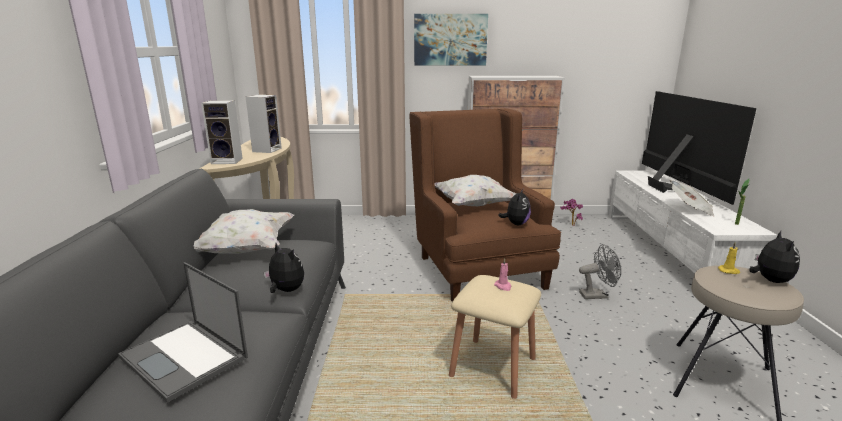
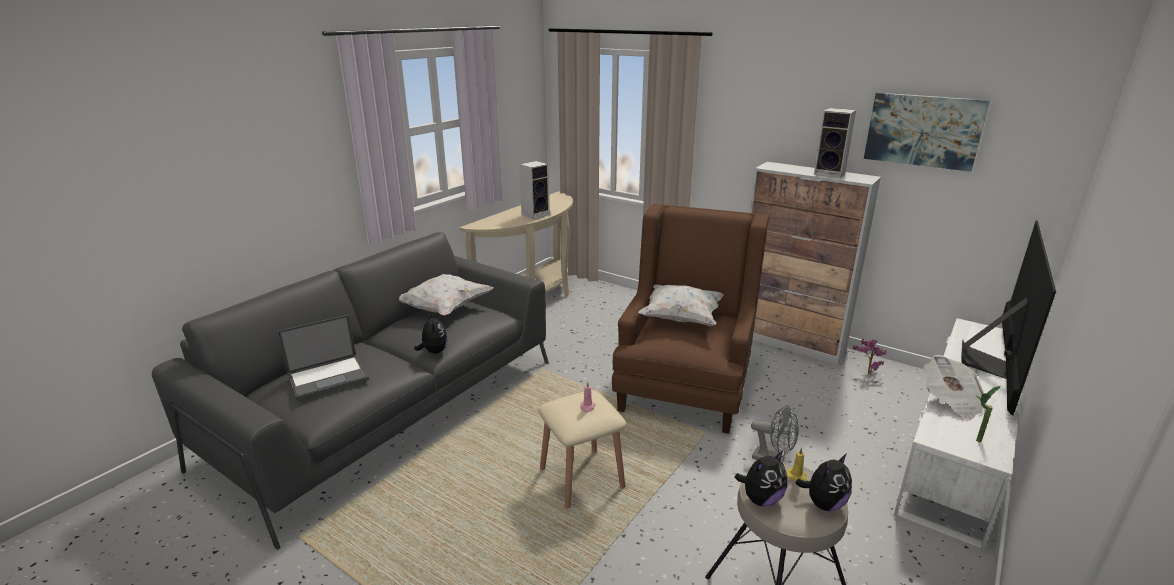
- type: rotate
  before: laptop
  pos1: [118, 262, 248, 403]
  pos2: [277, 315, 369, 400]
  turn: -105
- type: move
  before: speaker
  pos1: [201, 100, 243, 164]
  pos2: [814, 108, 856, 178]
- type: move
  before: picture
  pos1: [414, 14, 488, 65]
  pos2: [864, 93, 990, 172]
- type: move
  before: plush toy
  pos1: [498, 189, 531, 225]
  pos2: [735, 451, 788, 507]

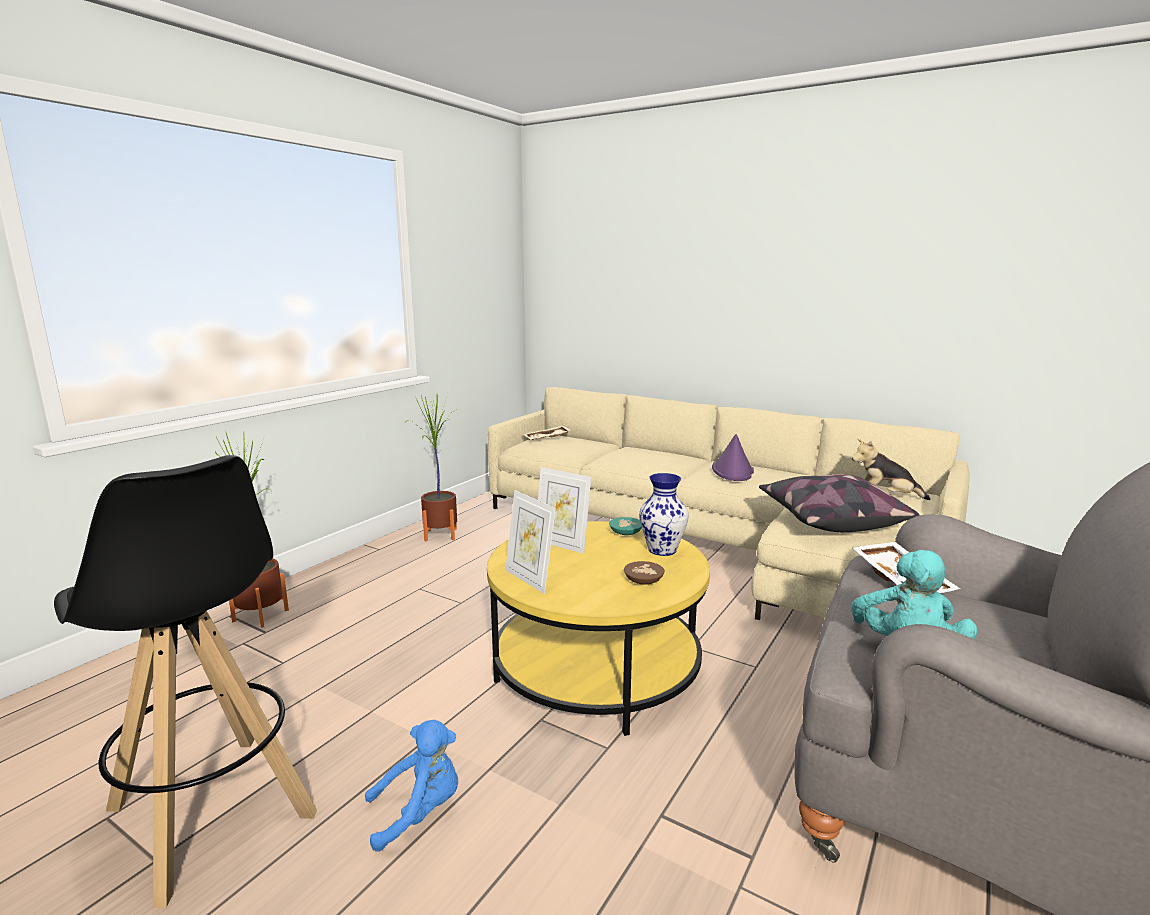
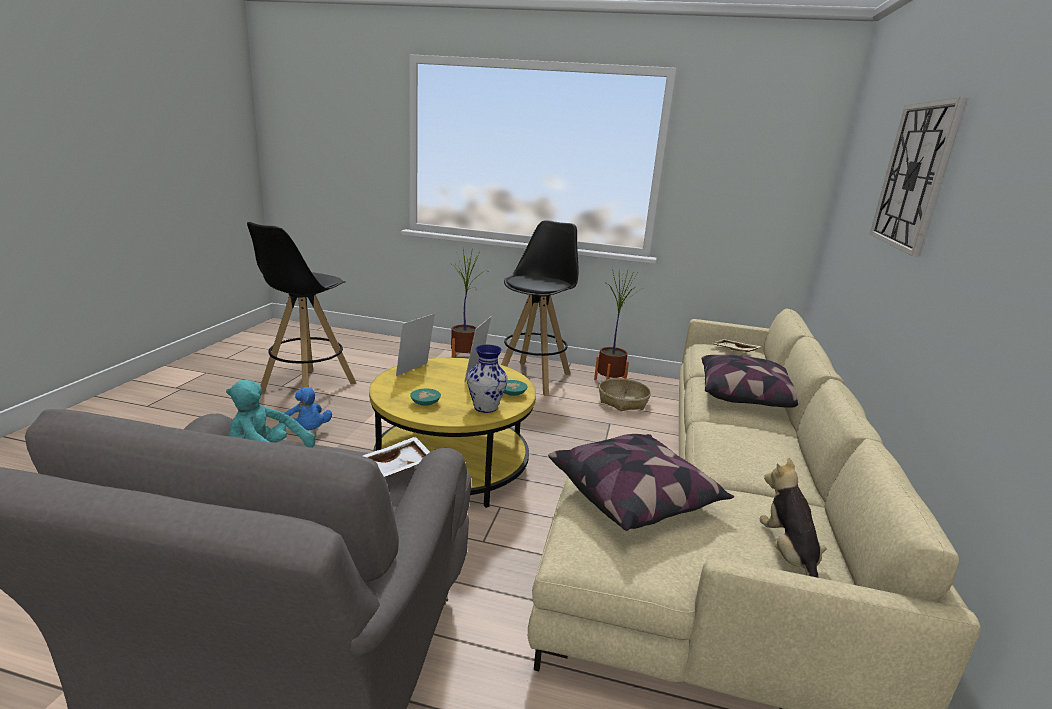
- type: recolor
  before: brown bowl
  after: turquoise bowl
  pos1: [624, 561, 665, 585]
  pos2: [410, 389, 441, 406]
- type: delete
  before: purple hat
  pos1: [712, 434, 754, 481]
- type: insert
  after: black stool
  pos2: [501, 220, 579, 396]
- type: insert
  after: basket
  pos2: [599, 378, 651, 411]
- type: insert
  after: pillow
  pos2: [702, 355, 798, 408]
- type: insert
  after: wall clock
  pos2: [869, 97, 967, 257]

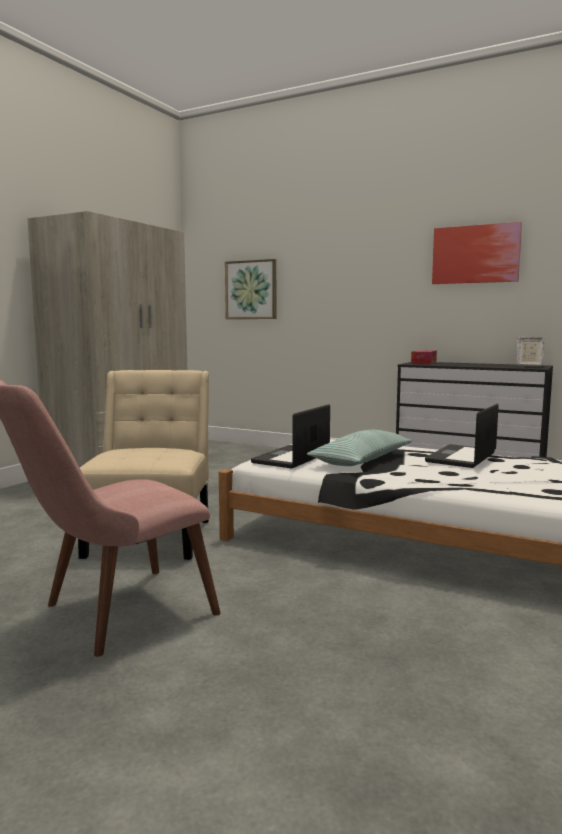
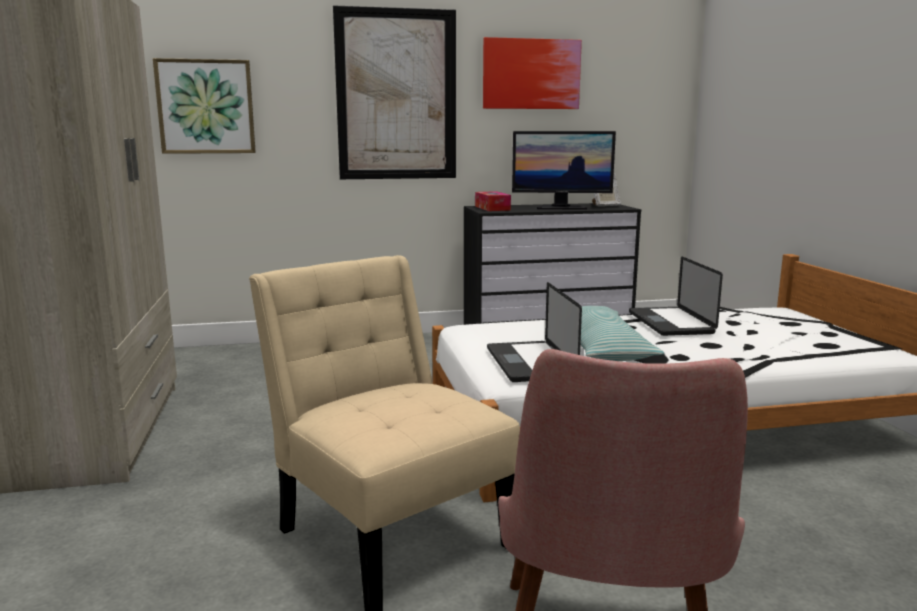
- type: insert
  after: picture
  pos2: [333, 5, 456, 179]
- type: insert
  after: monitor
  pos2: [512, 131, 616, 210]

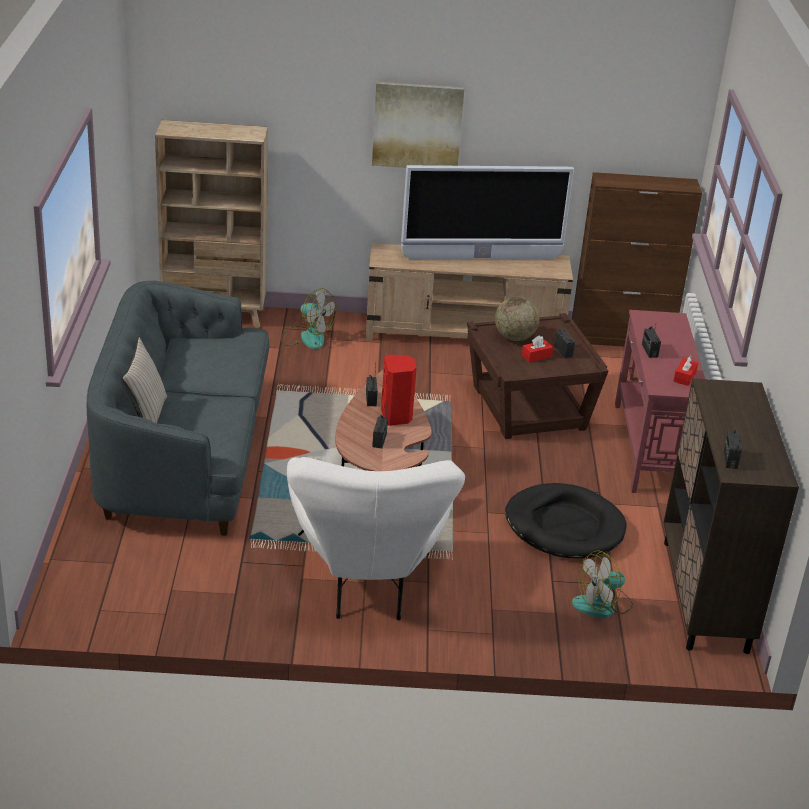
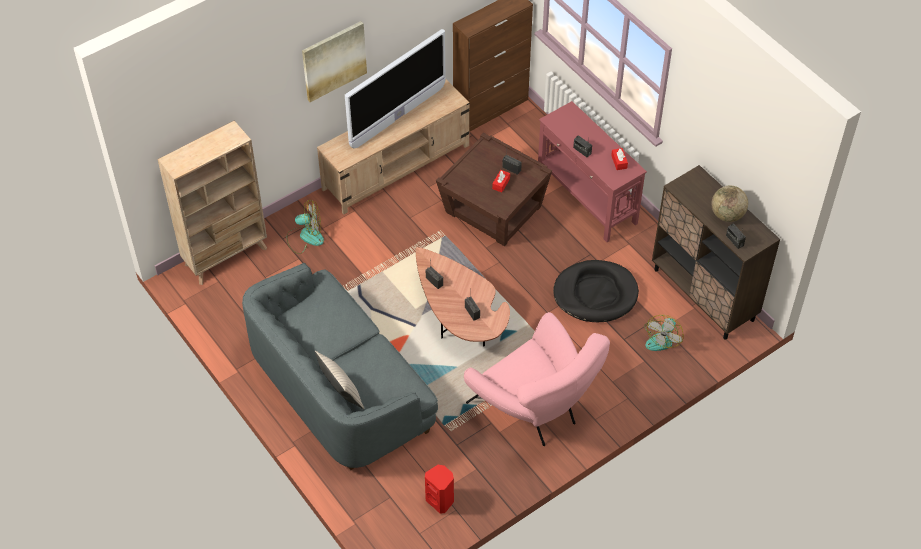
- type: recolor
  before: white armchair
  after: pink armchair
  pos1: [287, 457, 465, 621]
  pos2: [464, 312, 610, 446]
- type: move
  before: red speaker
  pos1: [381, 355, 416, 426]
  pos2: [425, 465, 454, 514]
- type: move
  before: globe
  pos1: [495, 296, 539, 341]
  pos2: [712, 186, 748, 222]

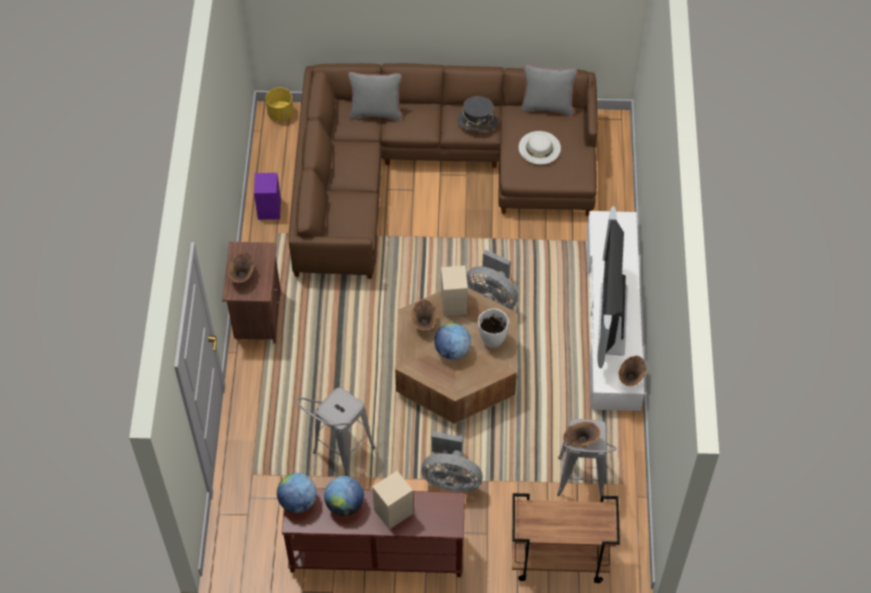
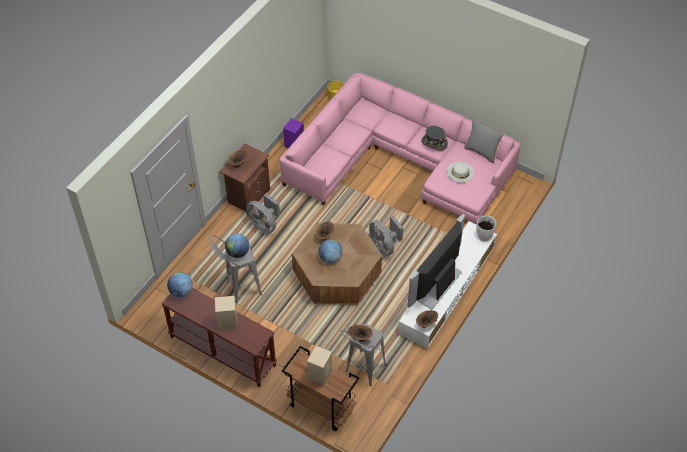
- type: recolor
  before: brown sofa
  after: pink sofa
  pos1: [288, 63, 598, 279]
  pos2: [280, 73, 521, 224]
- type: move
  before: globe
  pos1: [324, 476, 364, 516]
  pos2: [225, 234, 249, 258]
- type: delete
  before: grey pillow
  pos1: [348, 72, 402, 121]
- type: move
  before: grey fan
  pos1: [421, 432, 483, 492]
  pos2: [246, 194, 280, 234]
- type: move
  before: beige speaker
  pos1: [441, 265, 468, 316]
  pos2: [307, 346, 332, 386]
- type: move
  before: white vase
  pos1: [478, 308, 509, 348]
  pos2: [477, 216, 496, 241]

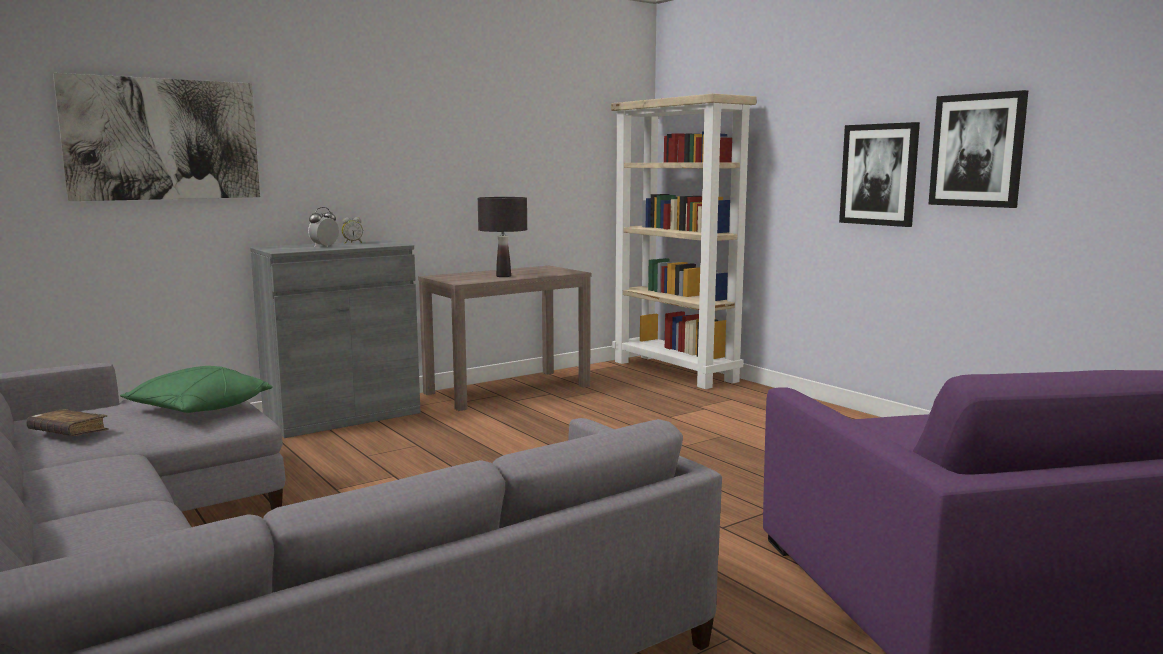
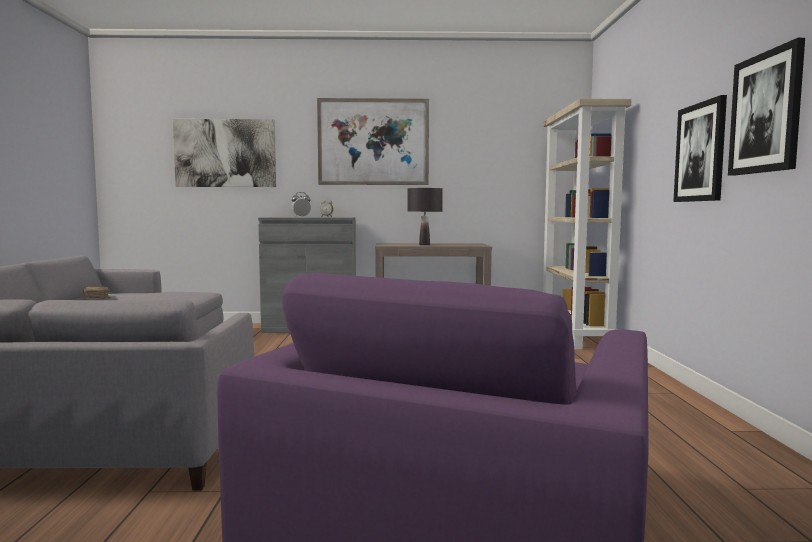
- type: delete
  before: green pillow
  pos1: [120, 366, 273, 413]
- type: insert
  after: picture
  pos2: [317, 98, 429, 185]

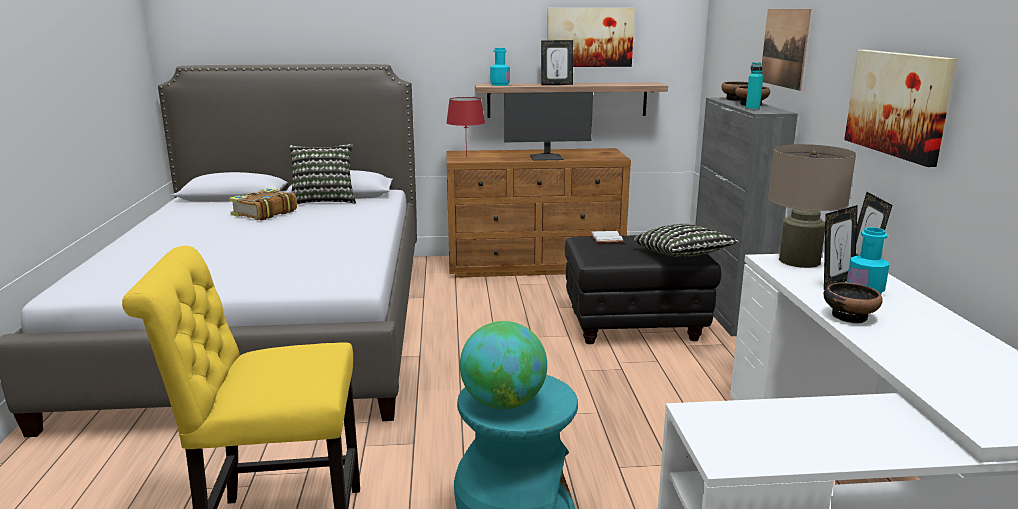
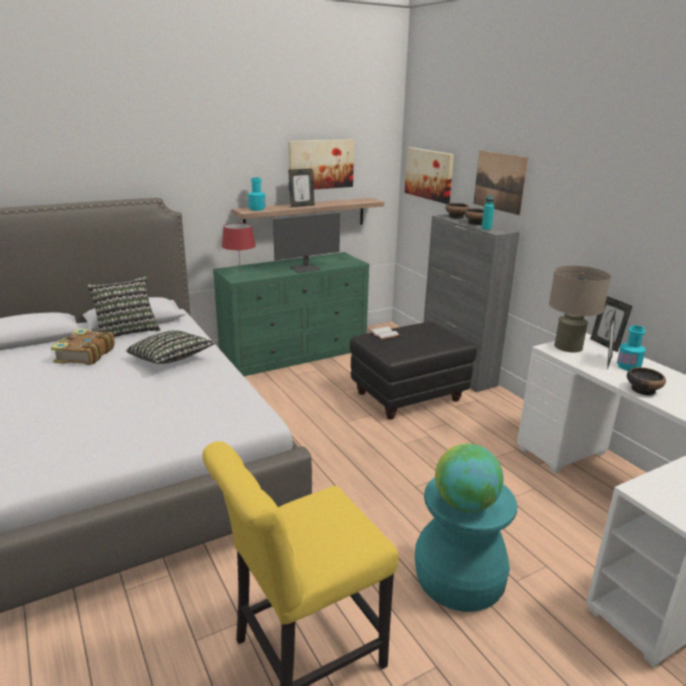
- type: recolor
  before: brown dresser
  after: green dresser
  pos1: [446, 148, 631, 278]
  pos2: [213, 252, 369, 376]
- type: move
  before: pillow
  pos1: [634, 224, 739, 257]
  pos2: [126, 330, 215, 364]
- type: move
  before: picture
  pos1: [844, 50, 957, 167]
  pos2: [405, 147, 454, 204]

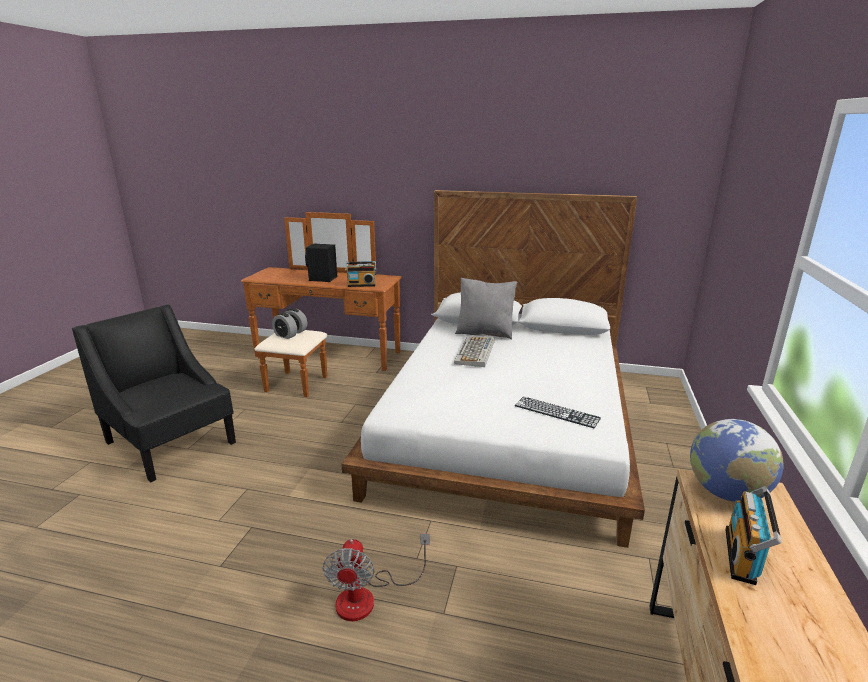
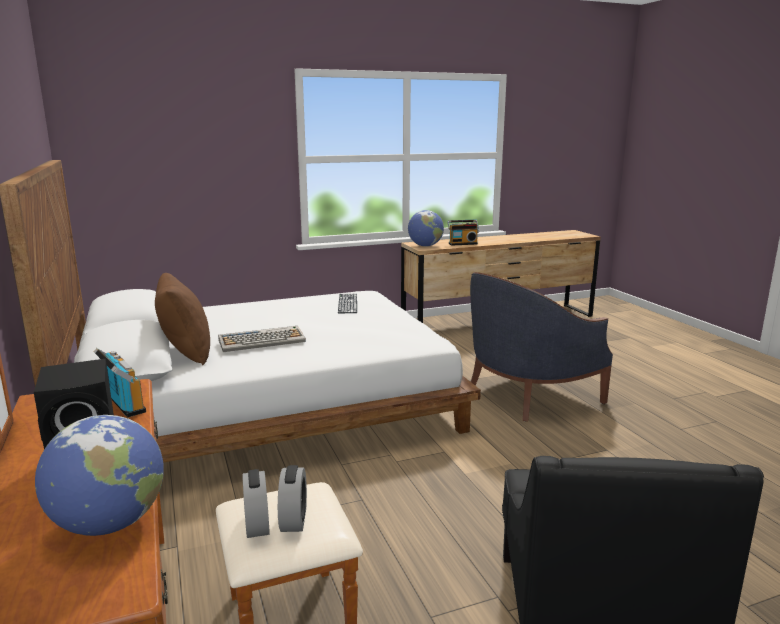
- type: replace
  before: fan
  after: blue armchair
  pos1: [322, 534, 430, 621]
  pos2: [470, 272, 613, 422]
- type: recolor
  before: grey pillow
  after: brown pillow
  pos1: [455, 278, 517, 340]
  pos2: [155, 273, 210, 365]
- type: insert
  after: globe
  pos2: [35, 415, 164, 536]

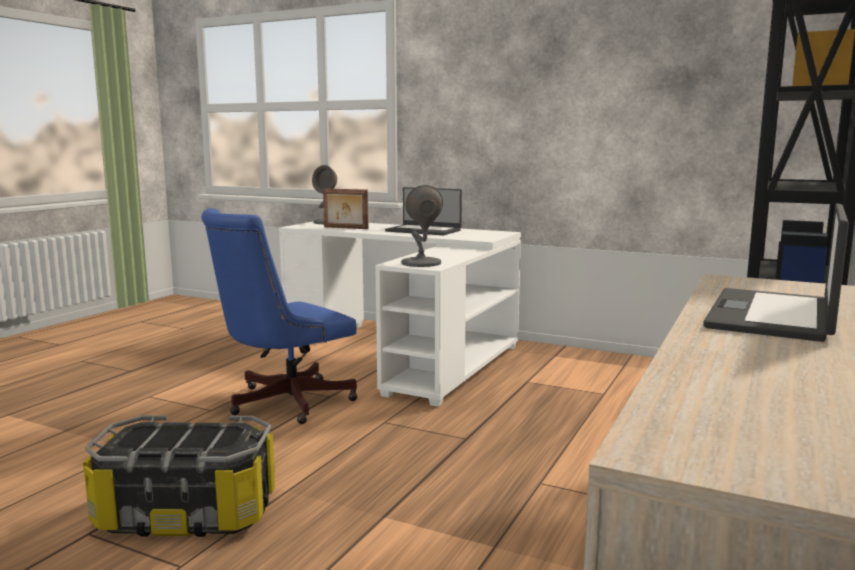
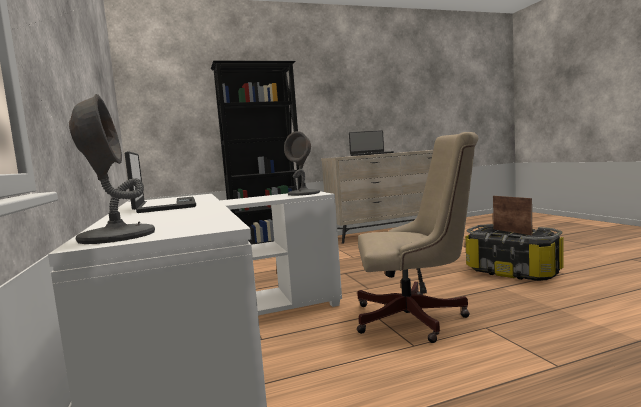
- type: recolor
  before: blue office chair
  after: beige office chair
  pos1: [201, 208, 358, 424]
  pos2: [357, 132, 478, 343]
- type: move
  before: picture frame
  pos1: [323, 188, 368, 229]
  pos2: [493, 196, 532, 235]

